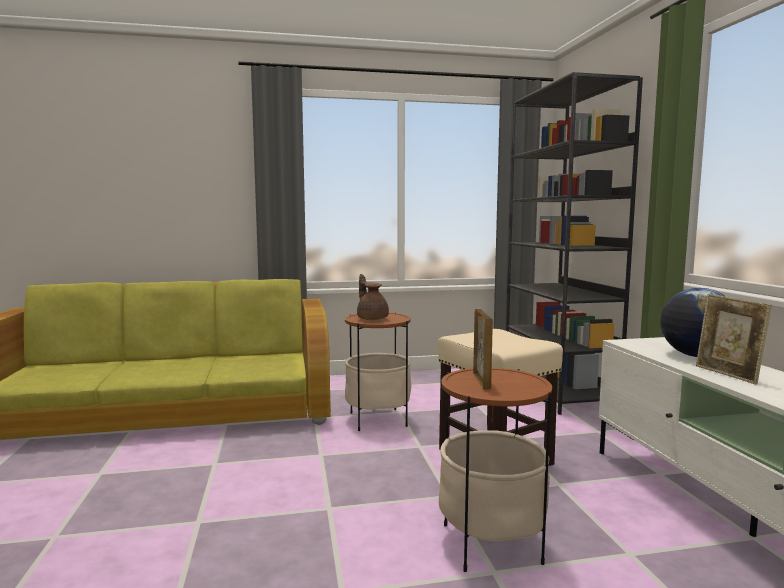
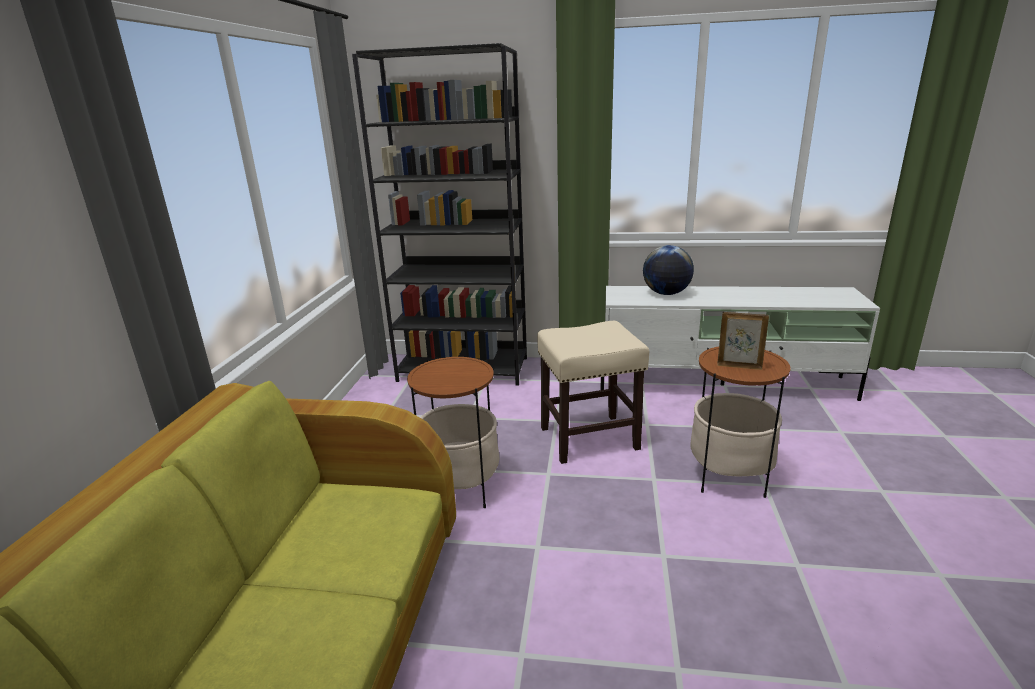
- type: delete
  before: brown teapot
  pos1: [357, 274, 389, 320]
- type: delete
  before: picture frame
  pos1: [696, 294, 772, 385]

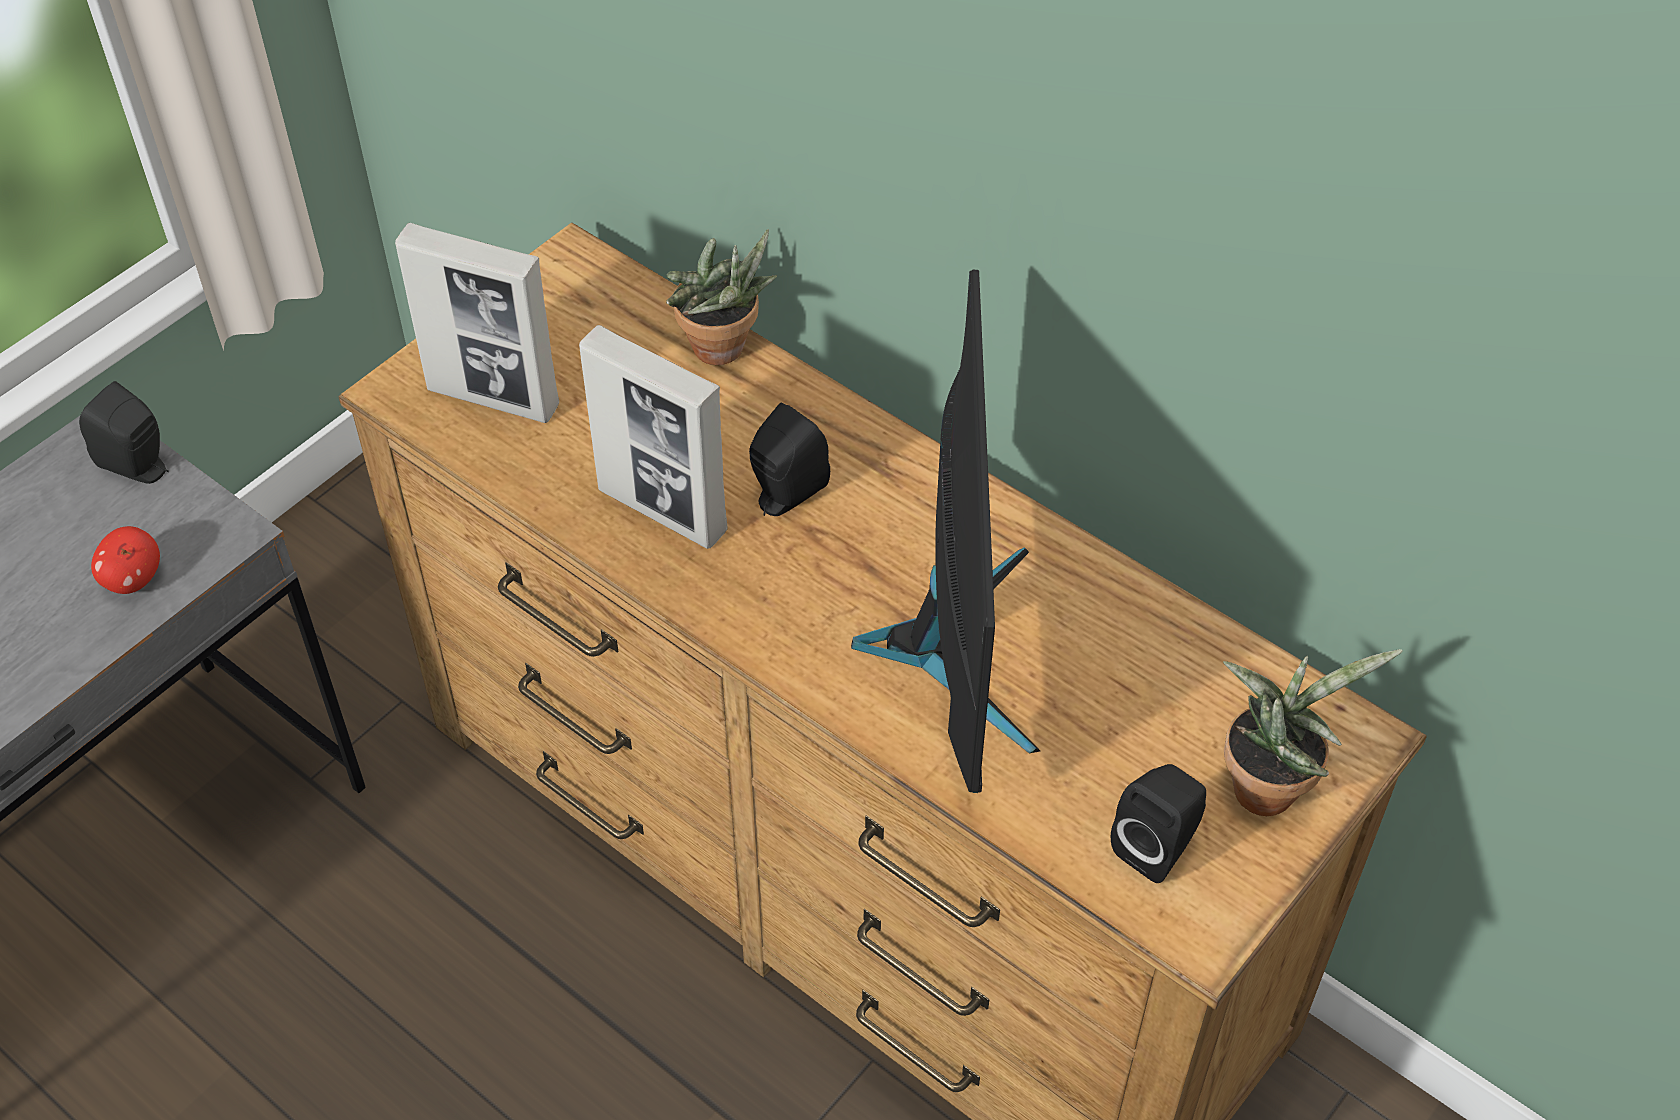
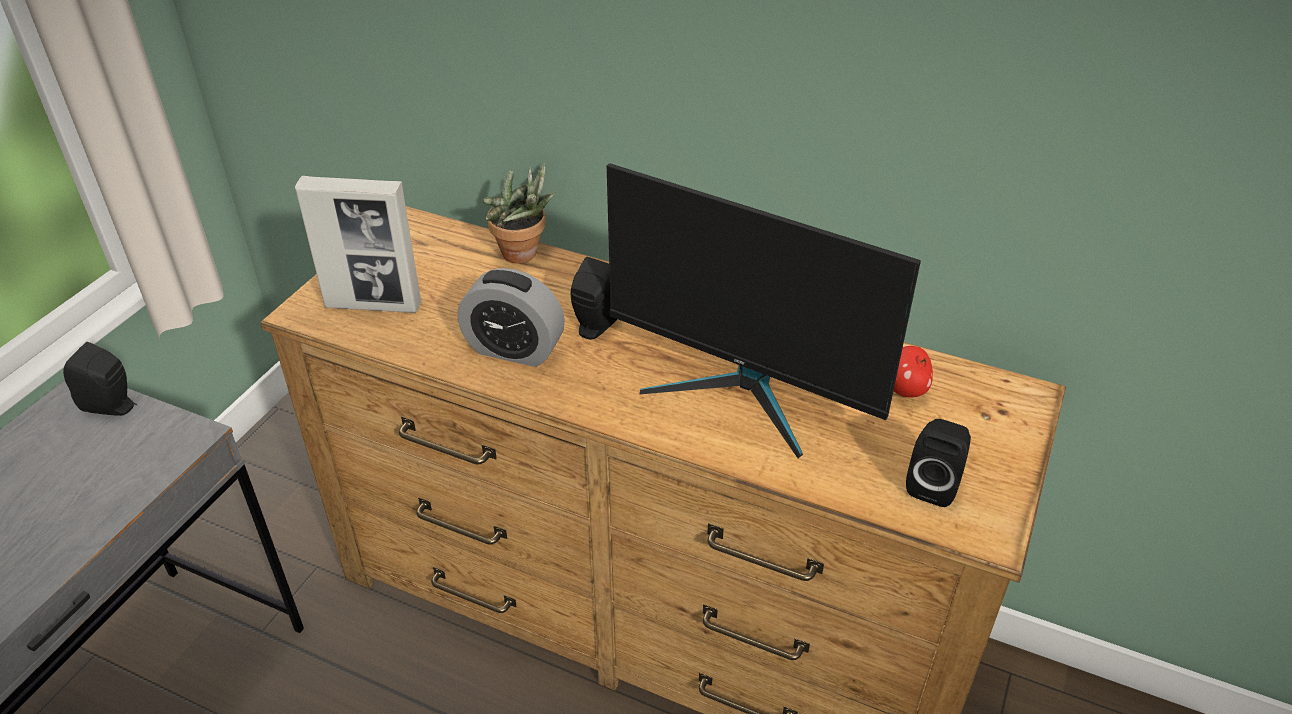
- type: move
  before: apple
  pos1: [91, 526, 160, 594]
  pos2: [894, 346, 933, 397]
- type: replace
  before: picture frame
  after: alarm clock
  pos1: [579, 325, 728, 549]
  pos2: [458, 268, 565, 367]
- type: rotate
  before: monitor
  pos1: [851, 270, 1040, 793]
  pos2: [607, 163, 921, 459]
  turn: 135
- type: delete
  before: potted plant
  pos1: [1223, 649, 1403, 816]

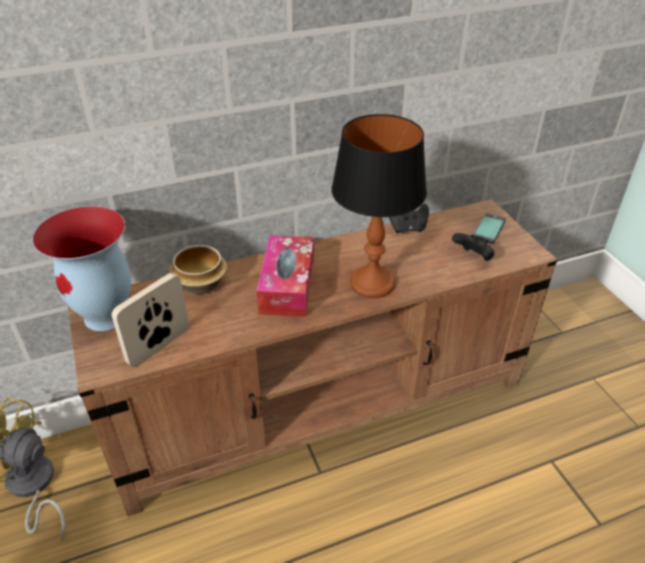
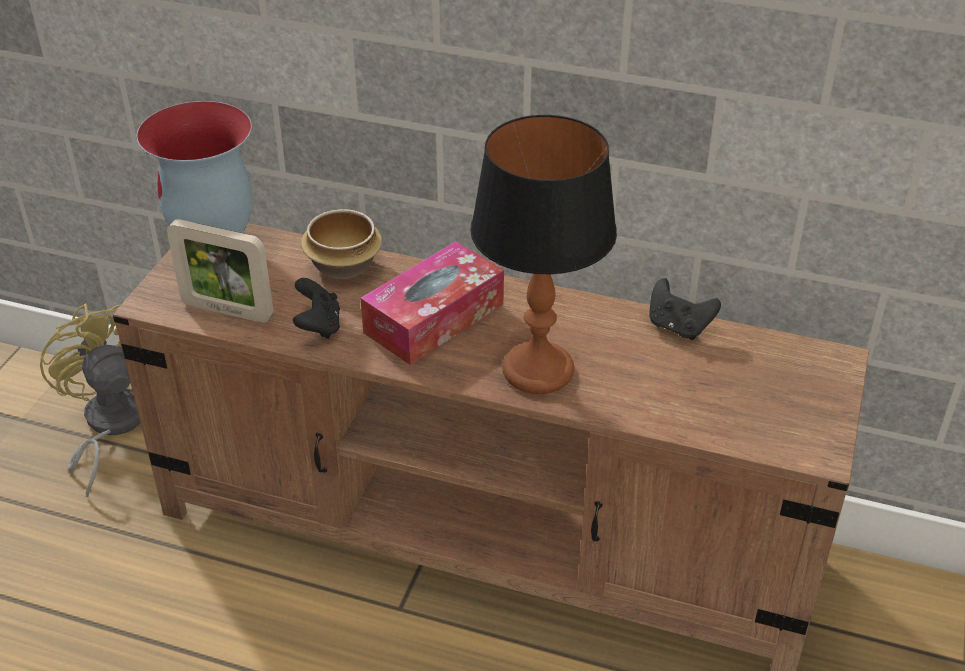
- type: rotate
  before: picture frame
  pos1: [112, 273, 189, 367]
  pos2: [167, 219, 273, 323]
  turn: -150
- type: move
  before: black game controller
  pos1: [452, 233, 495, 261]
  pos2: [293, 278, 340, 339]
- type: delete
  before: phone
  pos1: [473, 213, 506, 244]

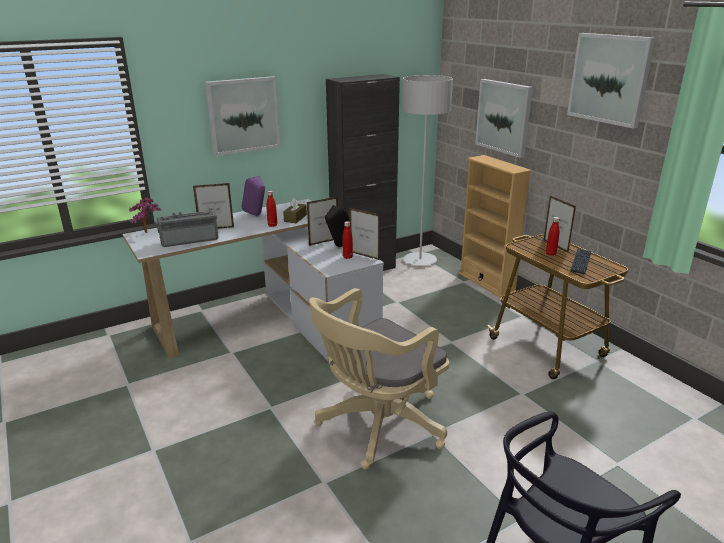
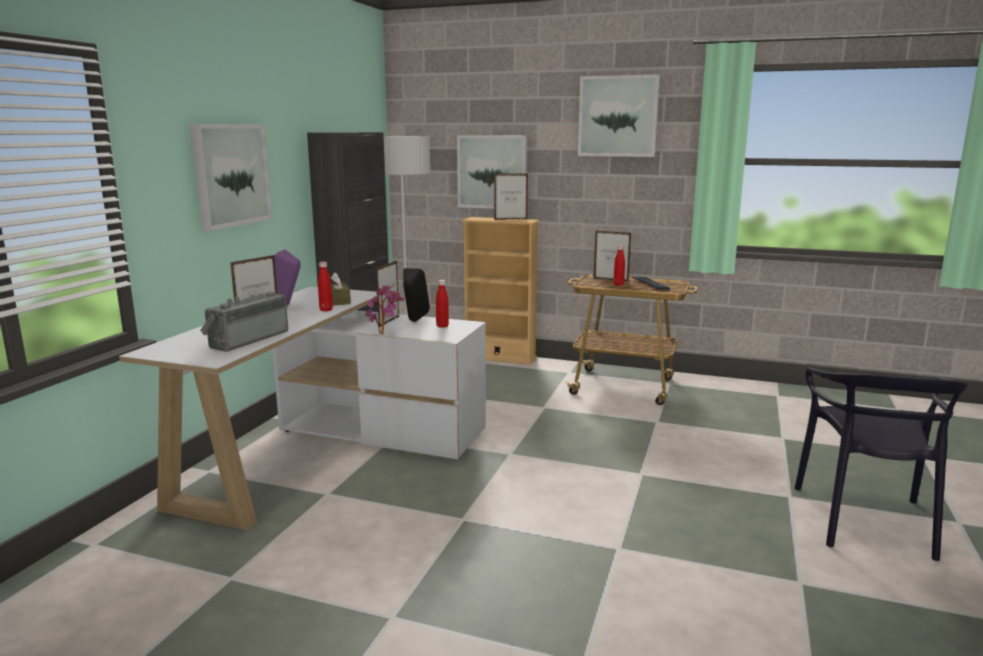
- type: move
  before: potted plant
  pos1: [129, 197, 161, 233]
  pos2: [365, 285, 404, 334]
- type: delete
  before: beige office chair
  pos1: [309, 288, 449, 470]
- type: move
  before: picture frame
  pos1: [349, 208, 380, 260]
  pos2: [494, 173, 528, 220]

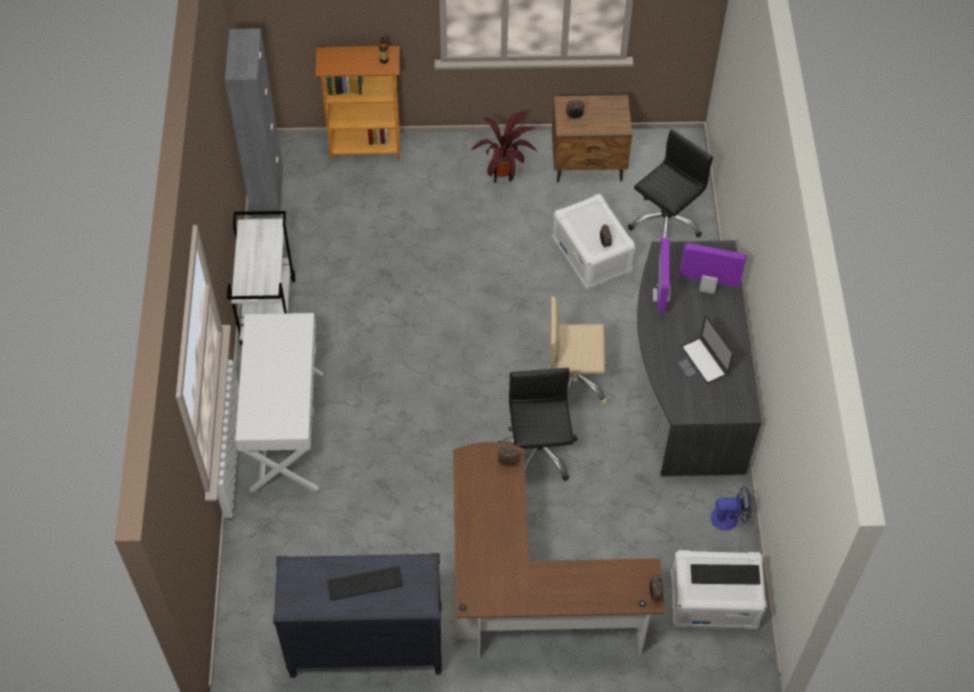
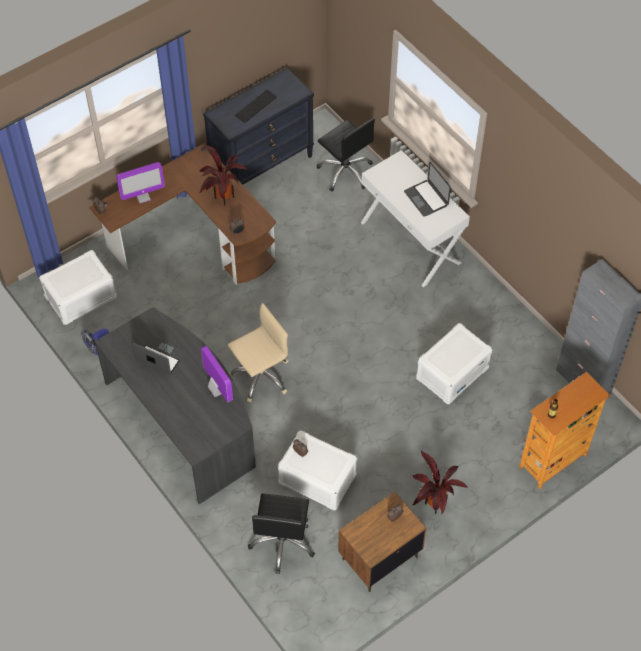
- type: delete
  before: white cart
  pos1: [227, 211, 296, 345]
- type: move
  before: black office chair
  pos1: [498, 368, 578, 481]
  pos2: [317, 118, 375, 192]
- type: move
  before: monitor
  pos1: [680, 243, 746, 294]
  pos2: [116, 162, 165, 203]
- type: delete
  before: keyboard
  pos1: [690, 564, 761, 585]
- type: insert
  after: potted plant
  pos2: [199, 144, 248, 205]
- type: insert
  after: laptop
  pos2: [404, 162, 451, 217]
- type: insert
  after: white storage box
  pos2: [416, 323, 492, 404]

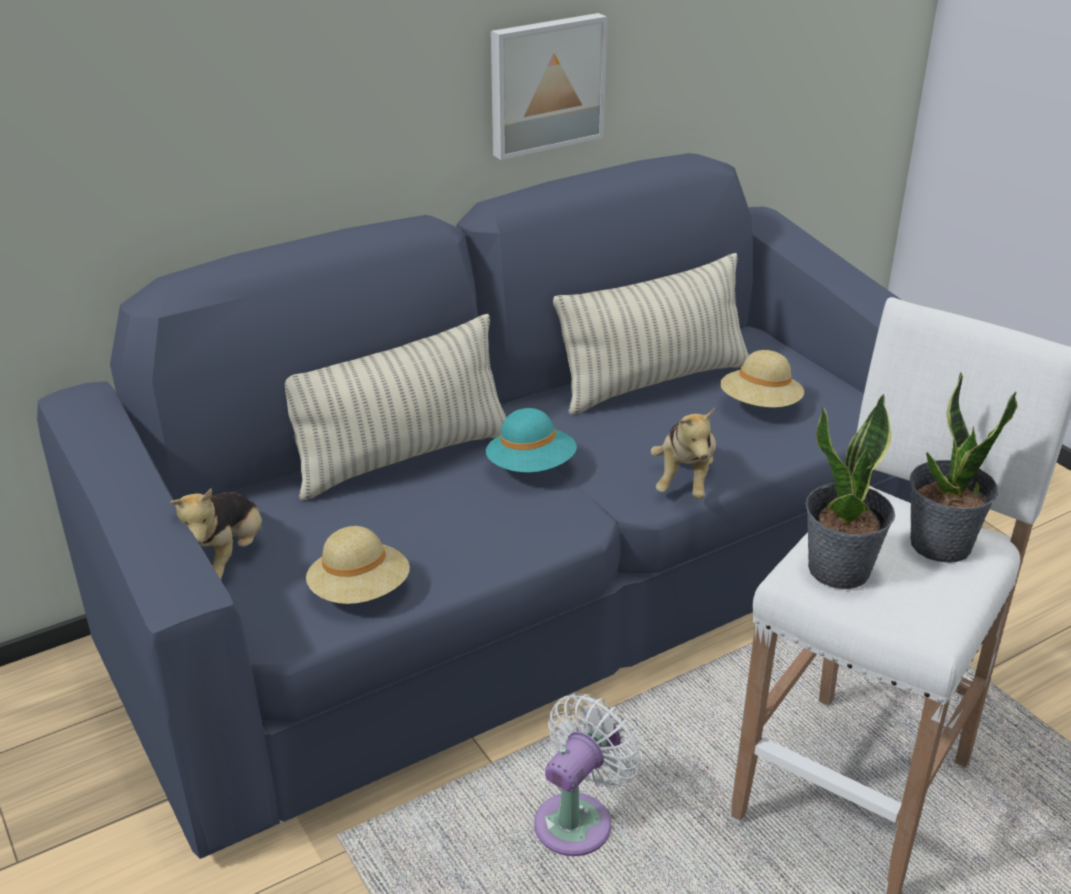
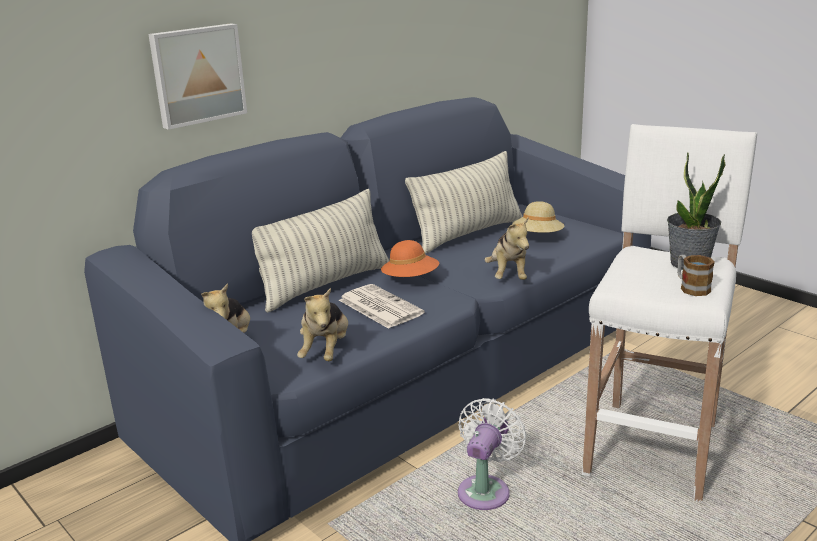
- type: replace
  before: beige hat
  after: plush toy
  pos1: [306, 526, 410, 604]
  pos2: [297, 288, 348, 361]
- type: recolor
  before: turquoise hat
  after: orange hat
  pos1: [486, 408, 577, 473]
  pos2: [381, 240, 439, 277]
- type: move
  before: picture
  pos1: [491, 13, 607, 160]
  pos2: [148, 23, 247, 130]
- type: delete
  before: potted plant
  pos1: [805, 394, 895, 589]
- type: insert
  after: newspaper
  pos2: [339, 284, 425, 329]
- type: insert
  after: mug
  pos2: [677, 255, 715, 296]

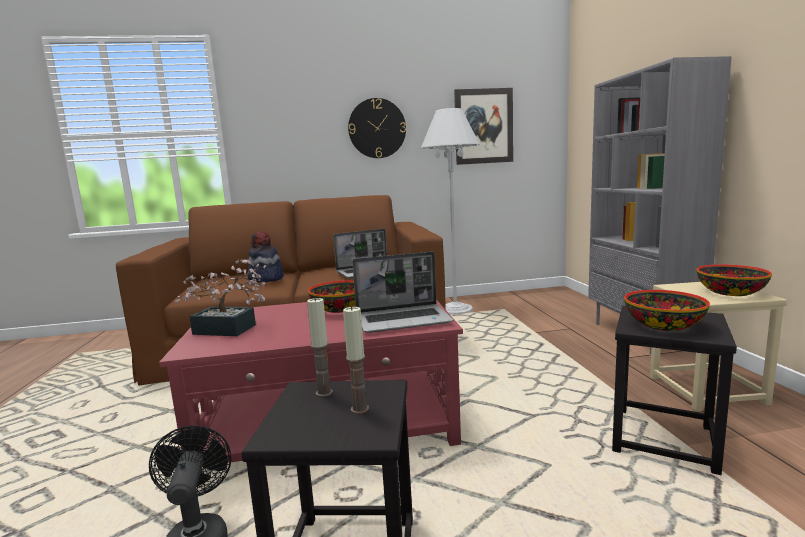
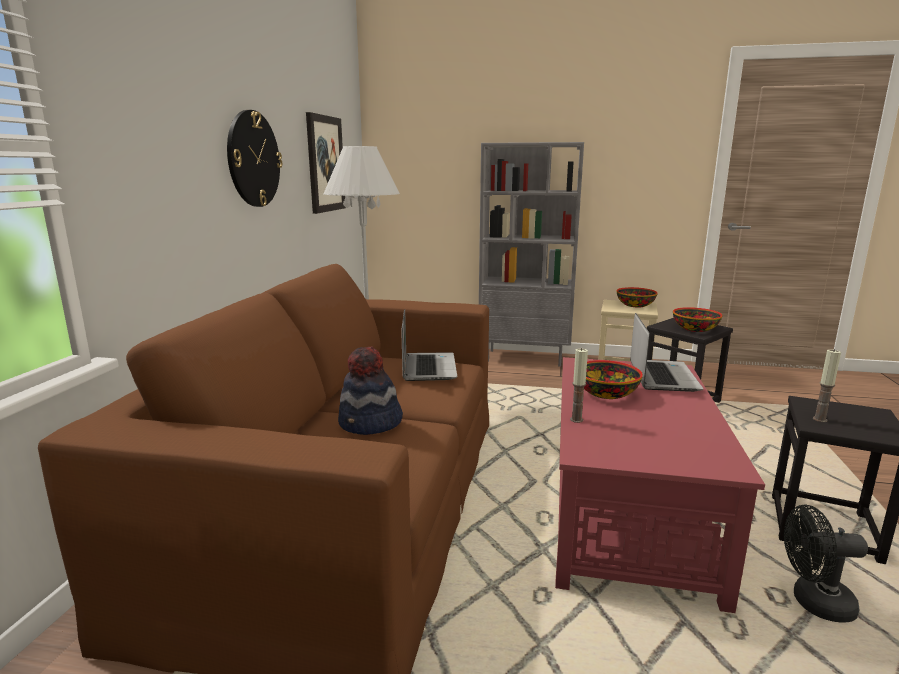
- type: delete
  before: potted plant
  pos1: [175, 260, 266, 336]
- type: move
  before: candle
  pos1: [343, 306, 369, 414]
  pos2: [570, 348, 588, 423]

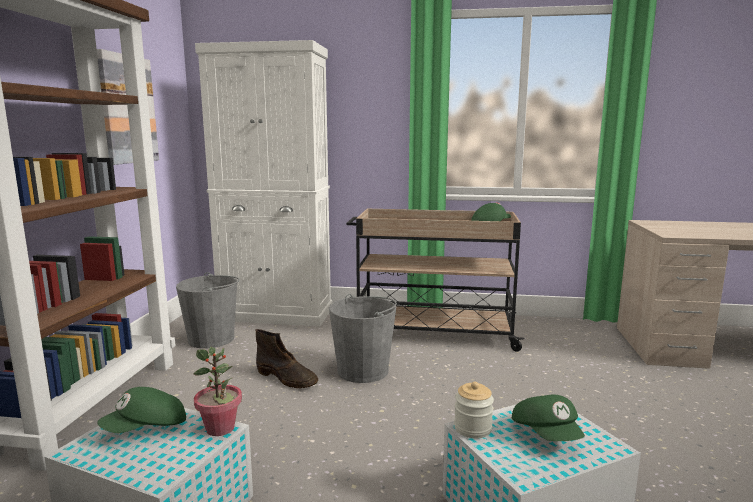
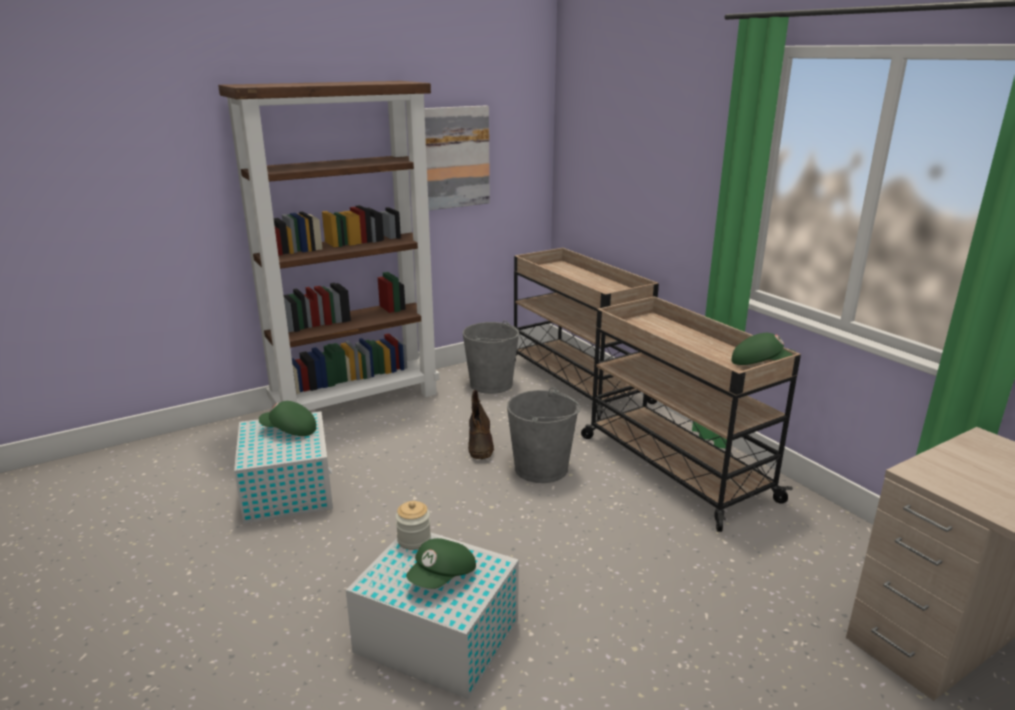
- type: delete
  before: potted plant
  pos1: [193, 347, 242, 436]
- type: replace
  before: white cabinet
  after: beige cart
  pos1: [195, 40, 332, 327]
  pos2: [514, 248, 659, 420]

